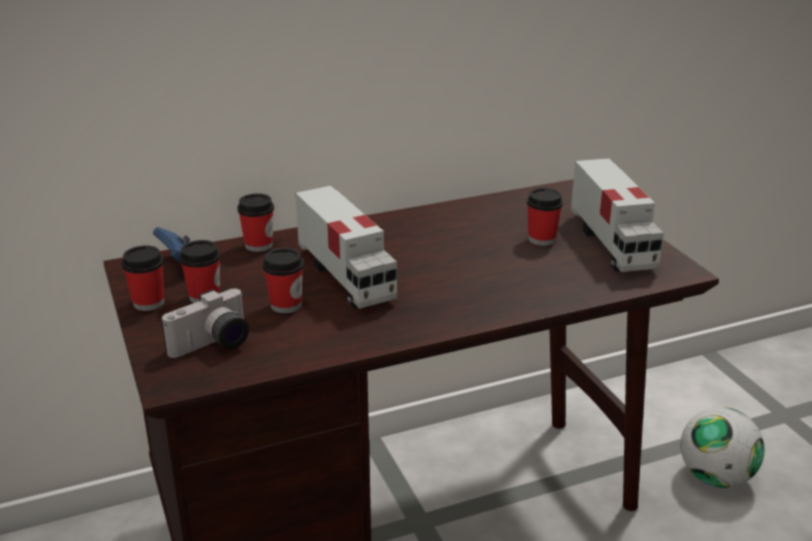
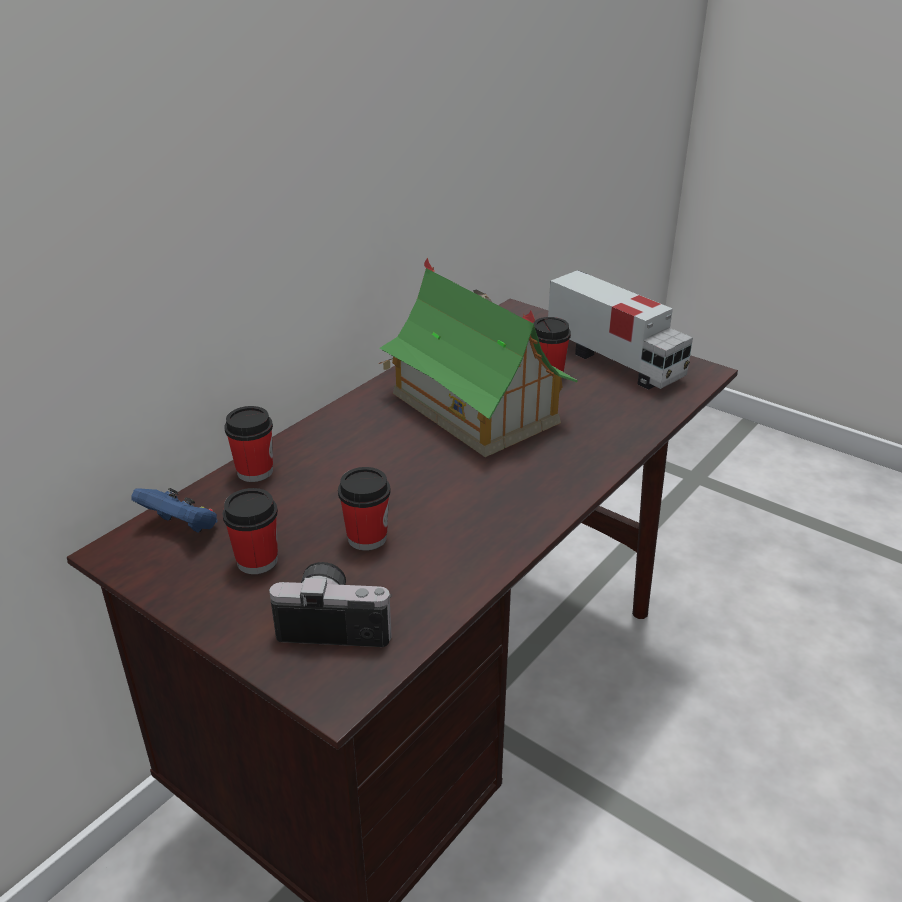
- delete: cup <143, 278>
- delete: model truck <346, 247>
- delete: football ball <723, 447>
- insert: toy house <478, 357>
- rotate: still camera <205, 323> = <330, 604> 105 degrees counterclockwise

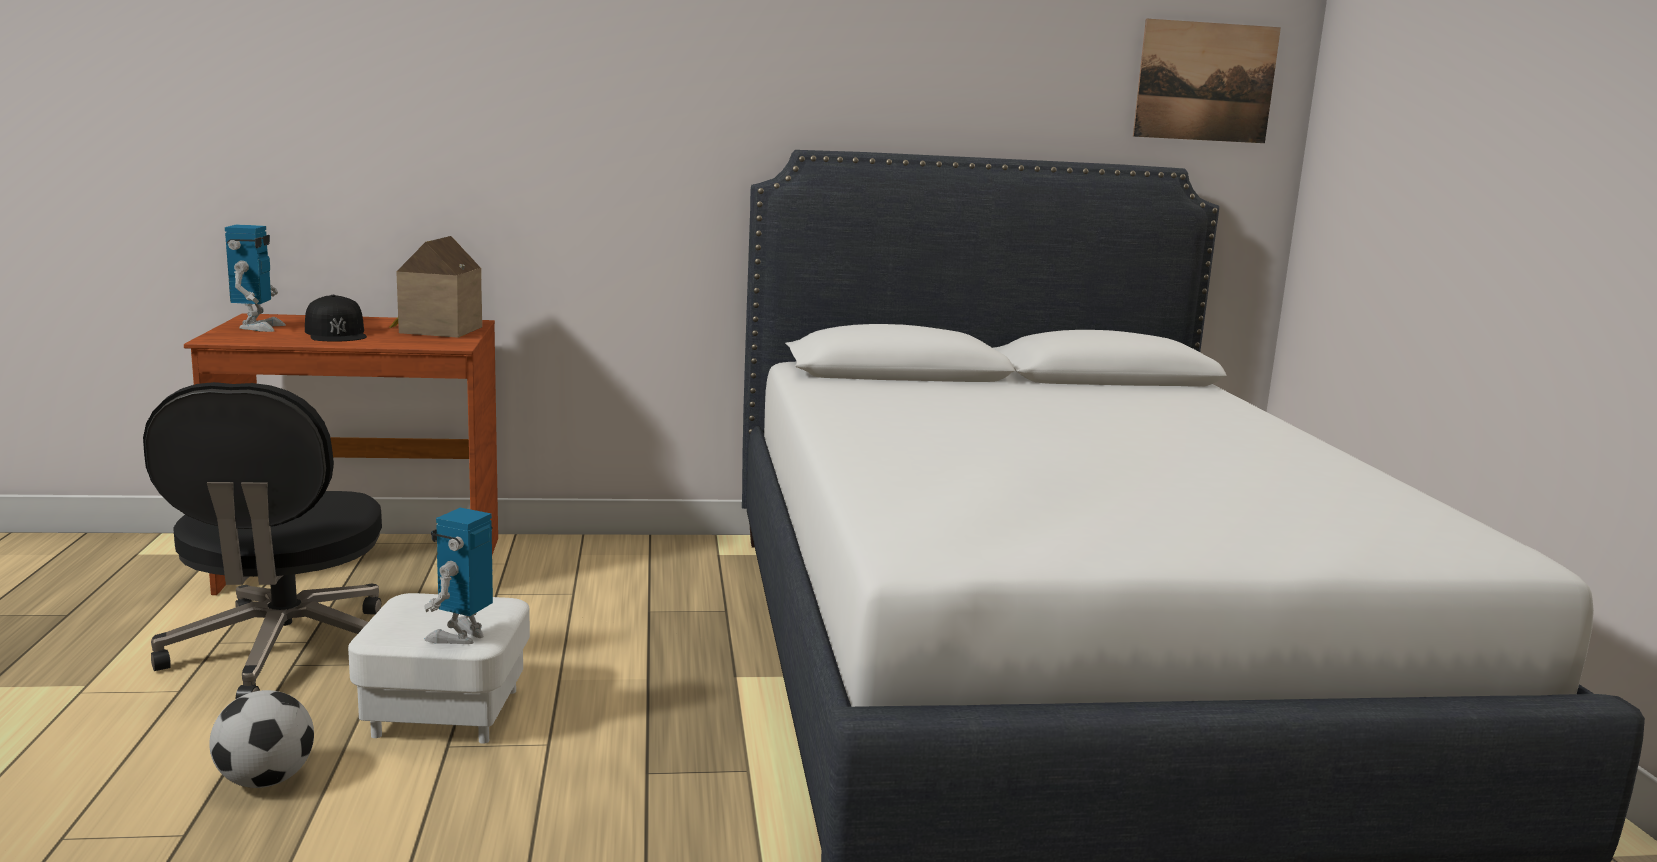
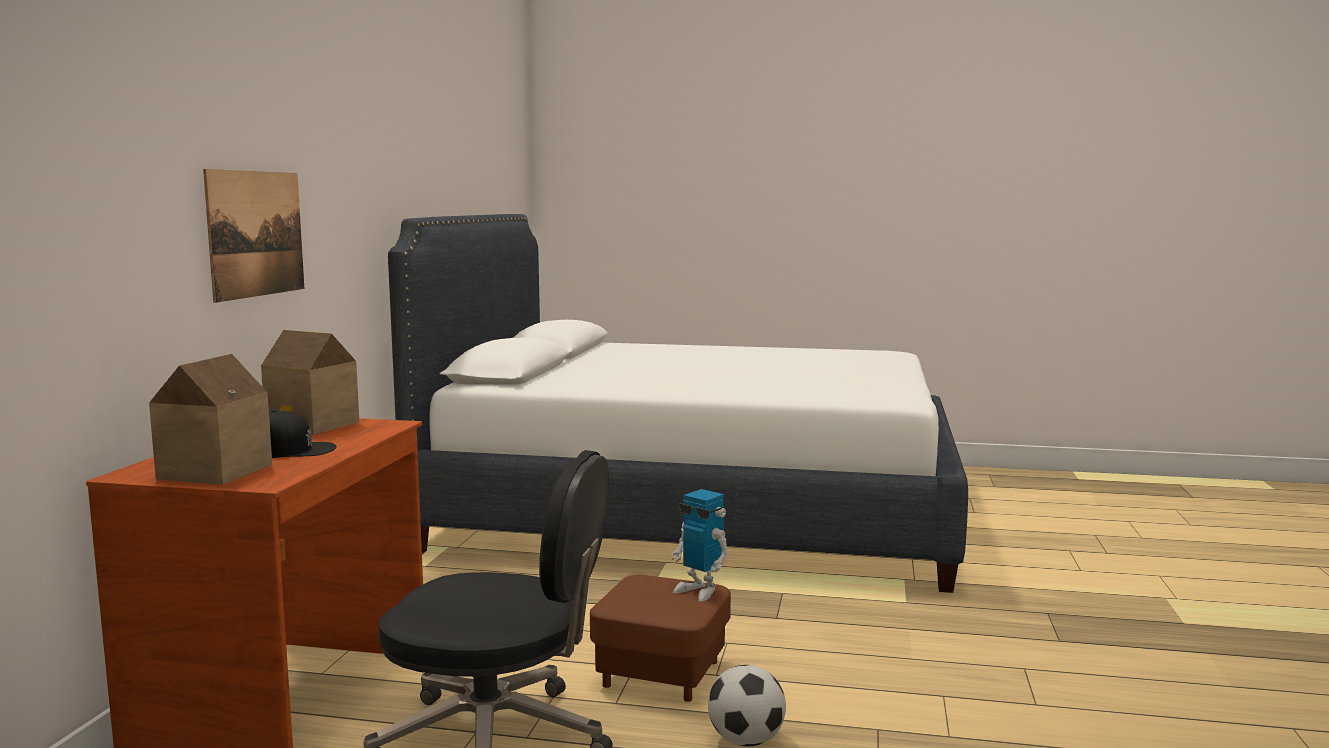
- move: wall picture <1207, 81> to <253, 236>
- replace: model robot <255, 278> to toy house <210, 419>
- recolor: white pouffe <439, 668> to brown-coloured pouffe <660, 638>

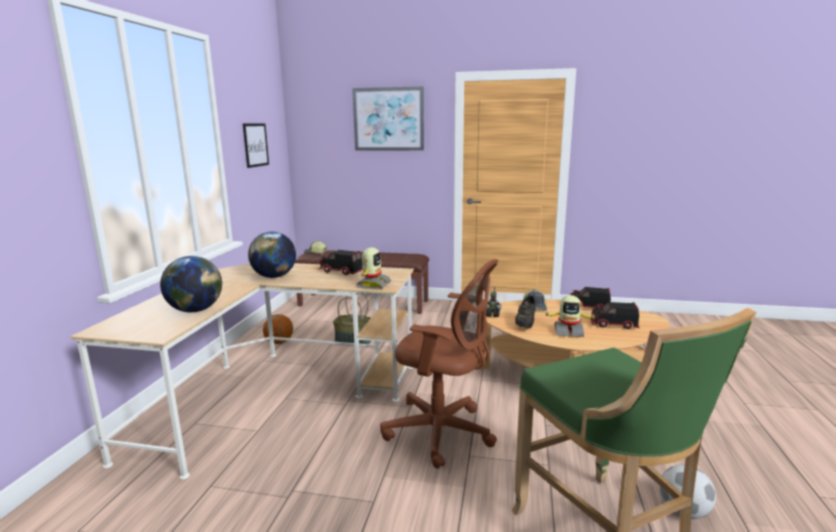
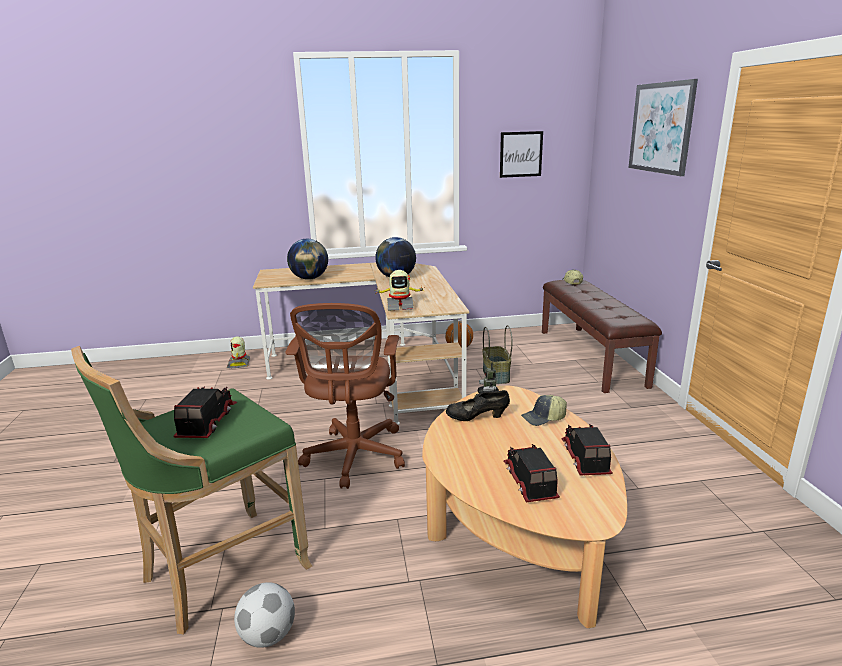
- move: model truck <340, 262> to <205, 412>
- move: model robot <569, 316> to <238, 352>

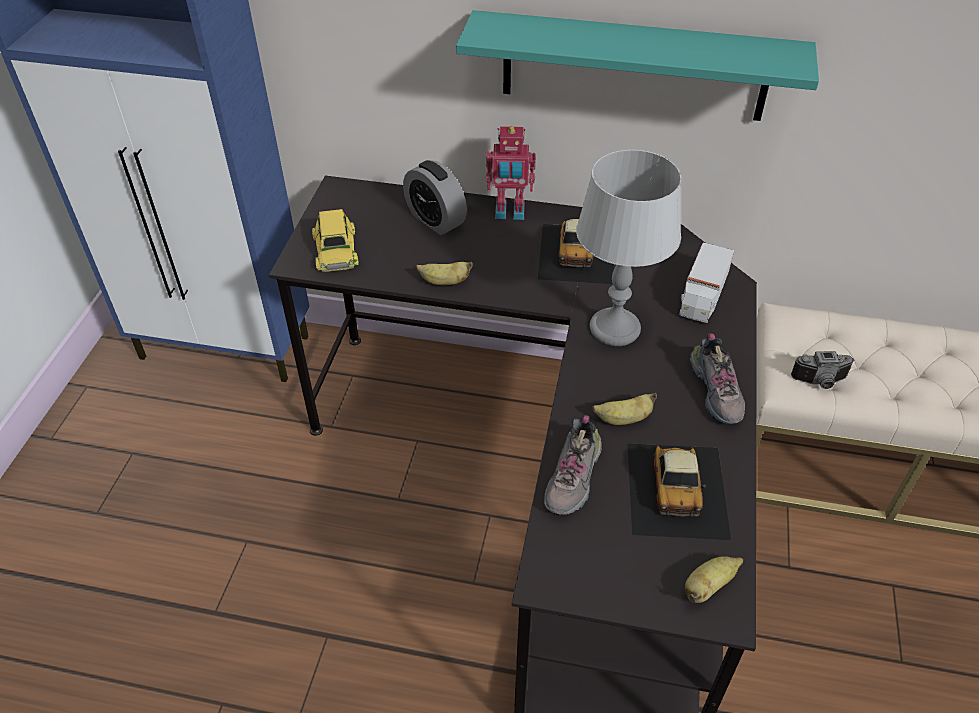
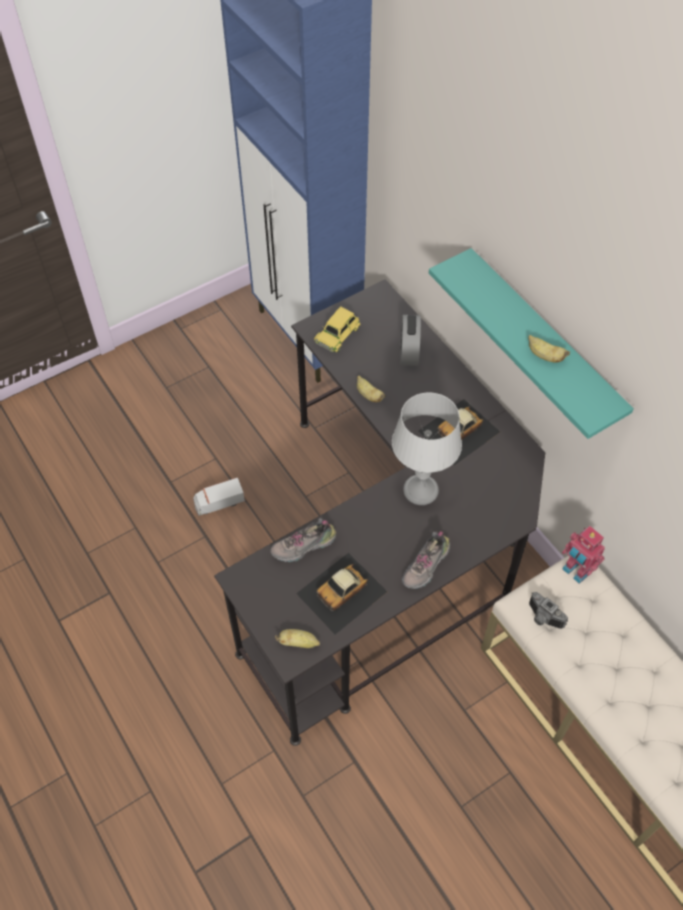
- move: model robot <511, 173> to <583, 555>
- move: whole banana <624, 409> to <549, 348>
- move: model truck <706, 282> to <219, 496>

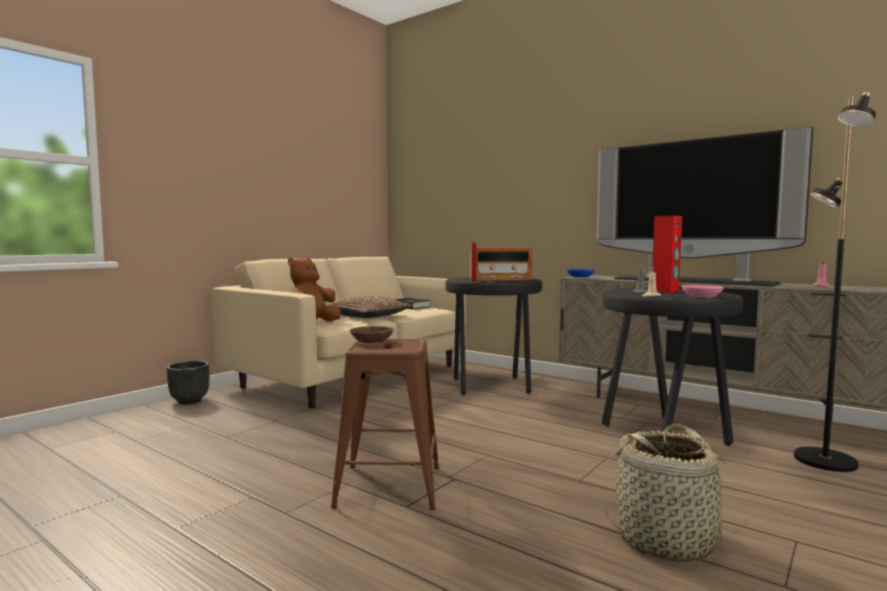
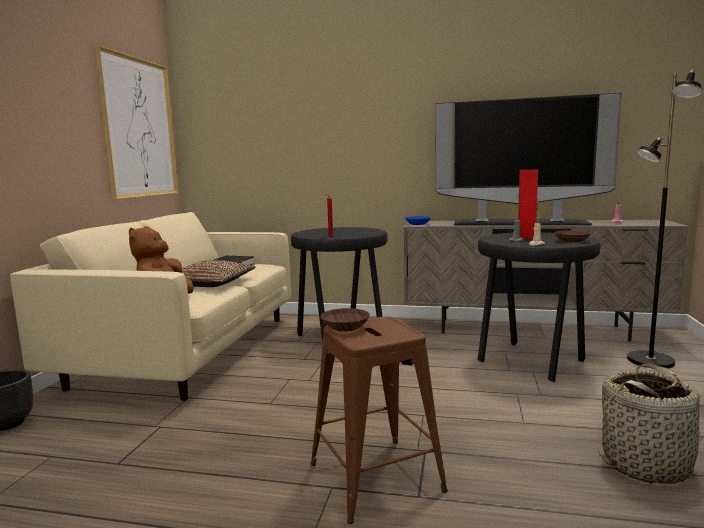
- delete: radio <501, 264>
- insert: wall picture <136, 122>
- recolor: pink deep dish <702, 291> to brown-coloured deep dish <572, 237>

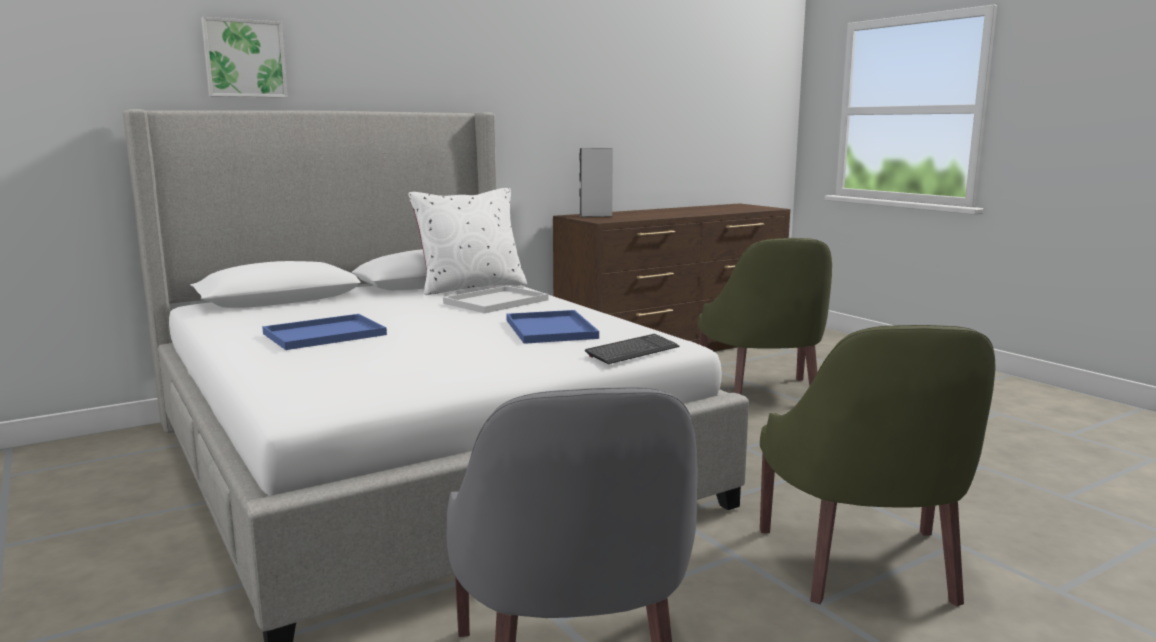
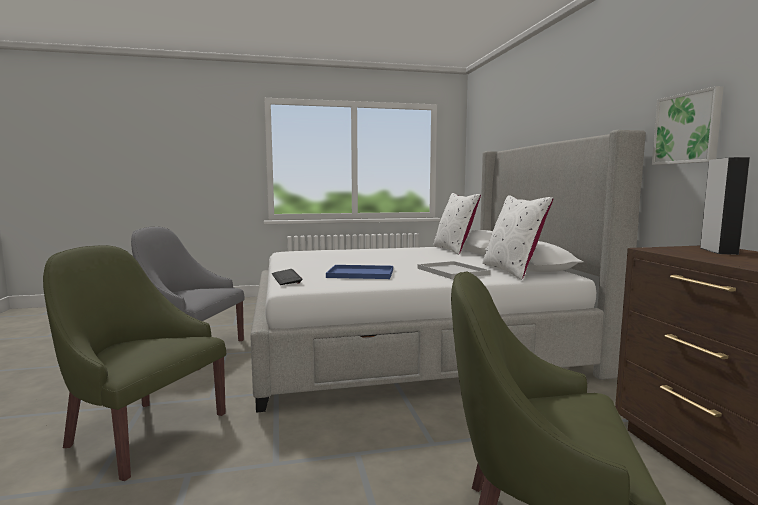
- delete: blue-coloured tray <324, 332>
- insert: white pillow <457, 224>
- move: wall picture <244, 57> to <687, 125>

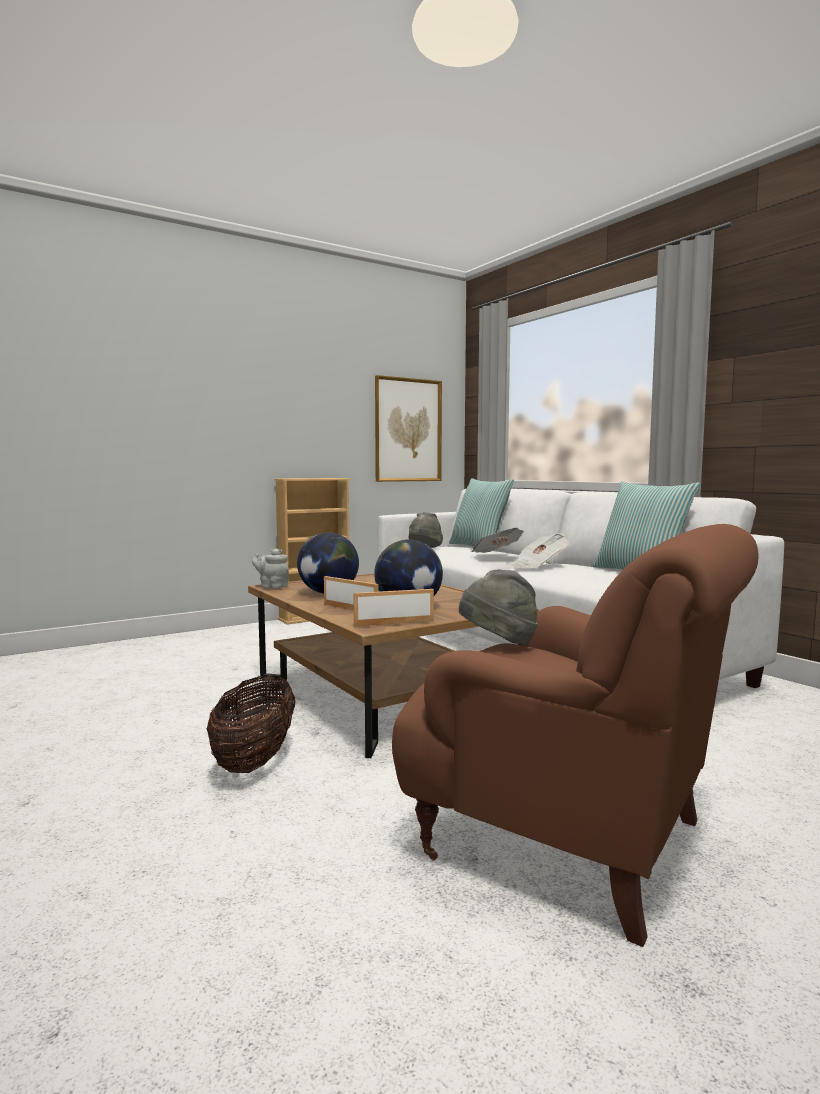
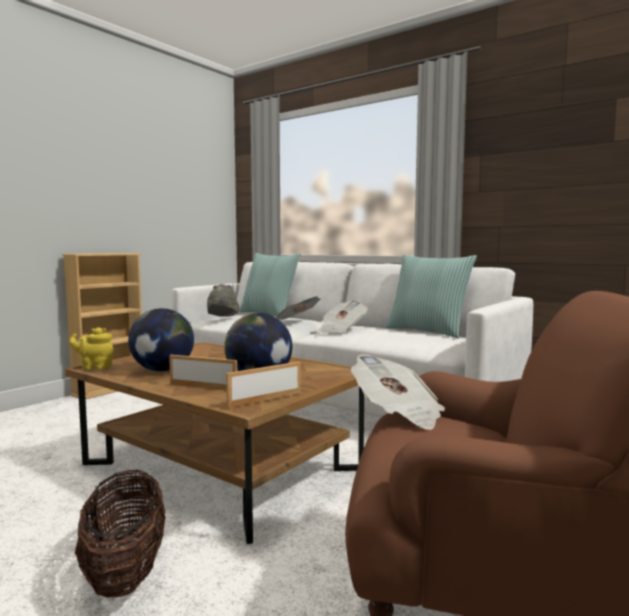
- delete: wall picture <408, 428>
- replace: greyish hat <498, 607> to newspaper <398, 392>
- recolor: greyish tea pot <270, 568> to yellow tea pot <91, 348>

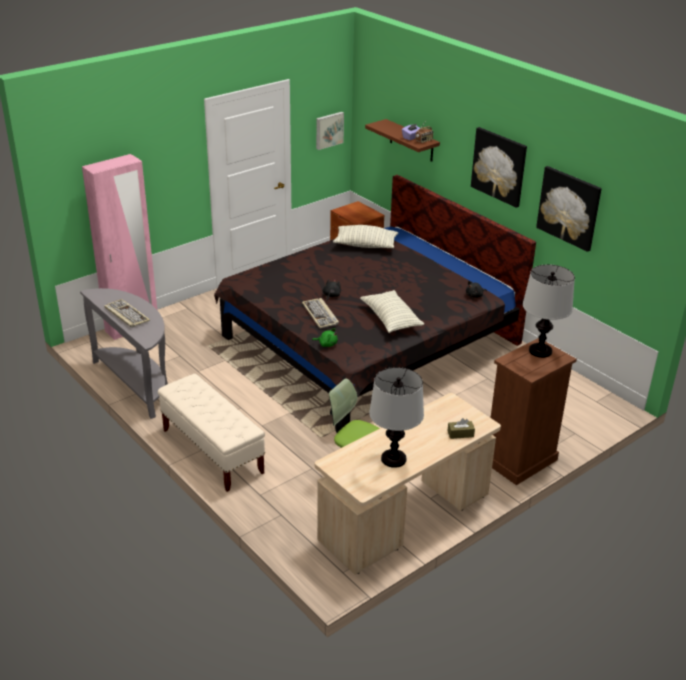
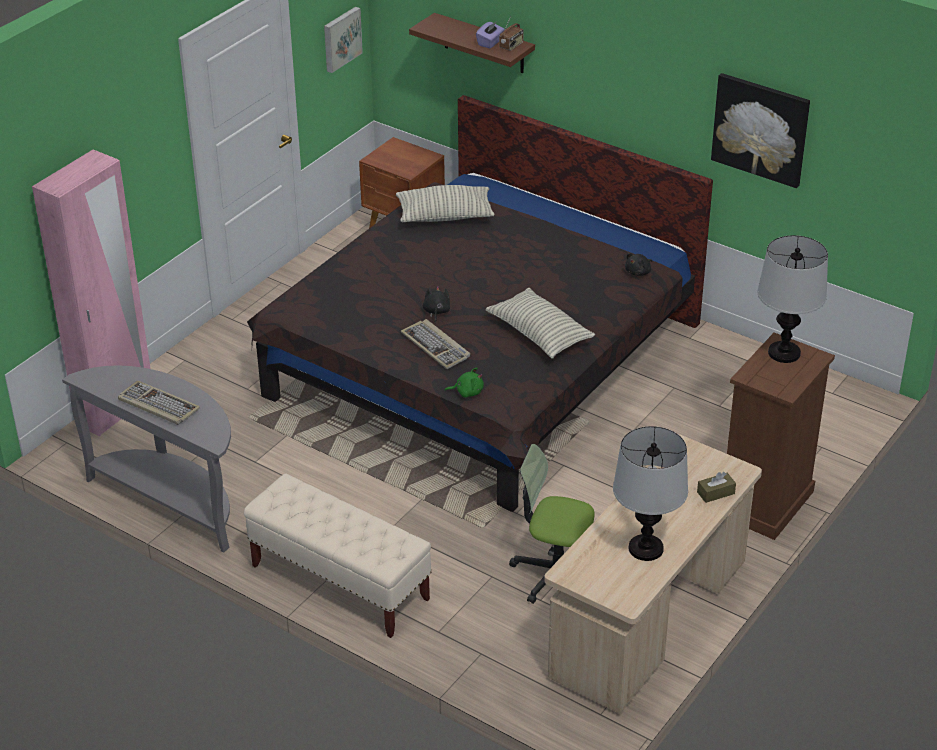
- delete: wall picture <499, 167>

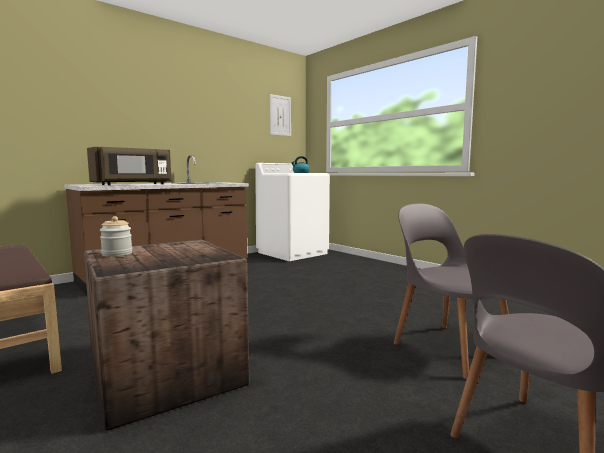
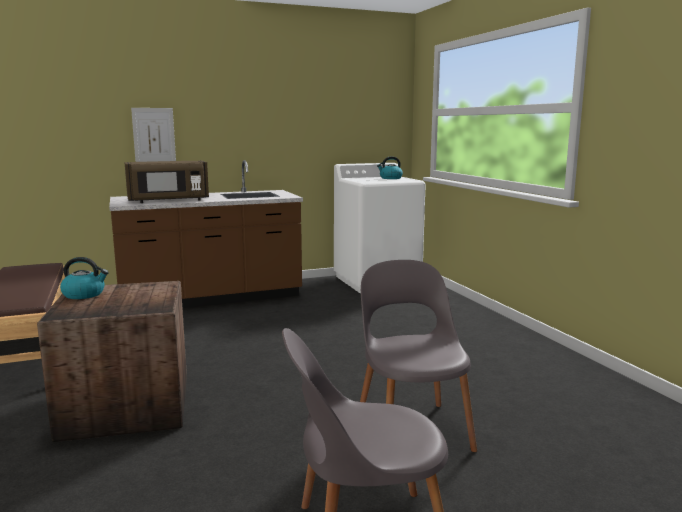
- move: wall picture <280, 115> to <153, 135>
- replace: jar <116, 236> to tea kettle <84, 278>

